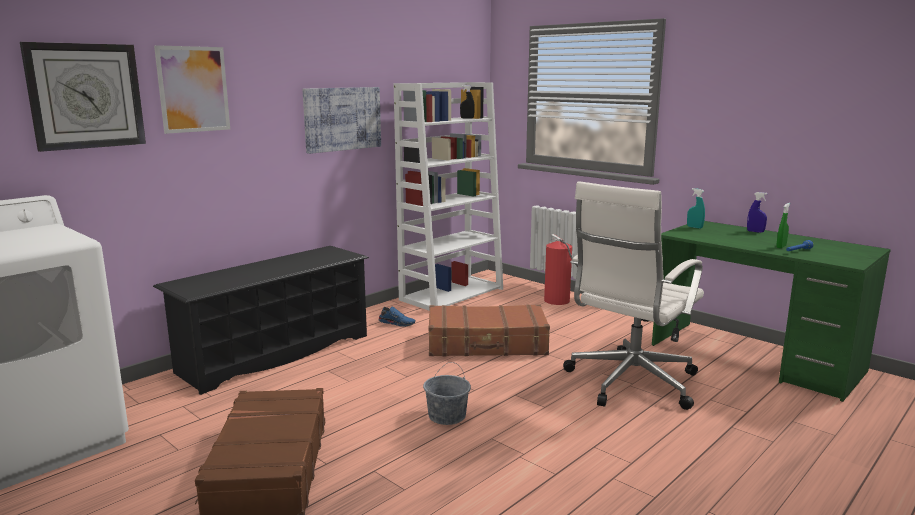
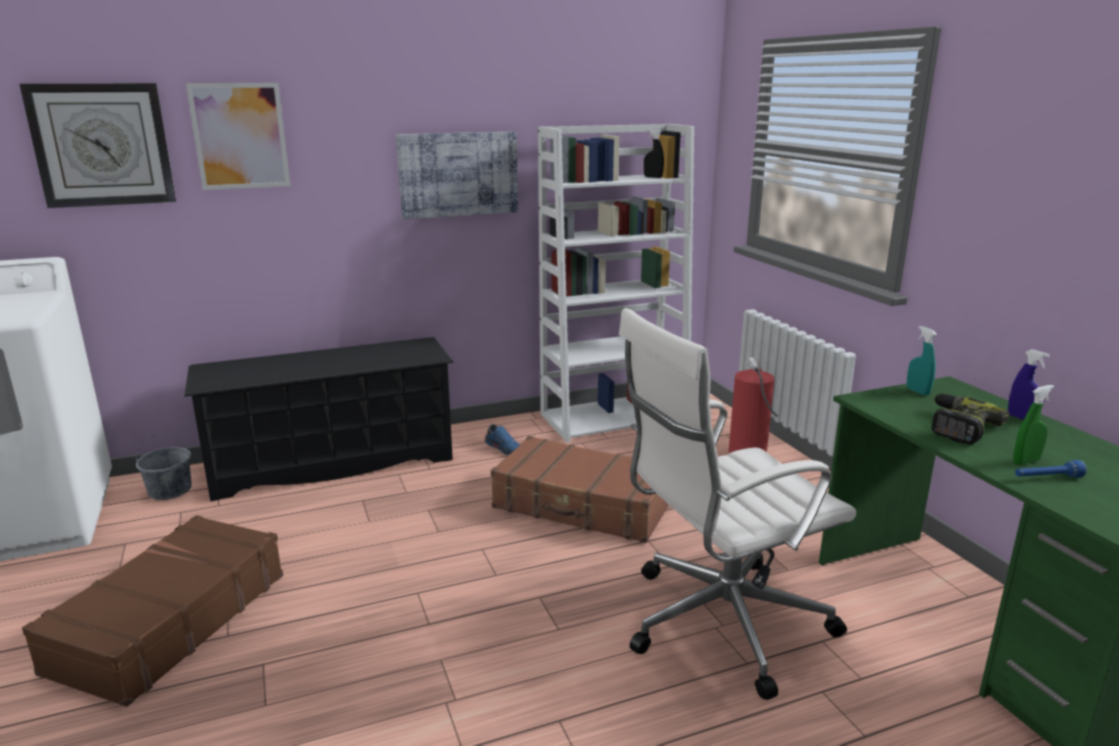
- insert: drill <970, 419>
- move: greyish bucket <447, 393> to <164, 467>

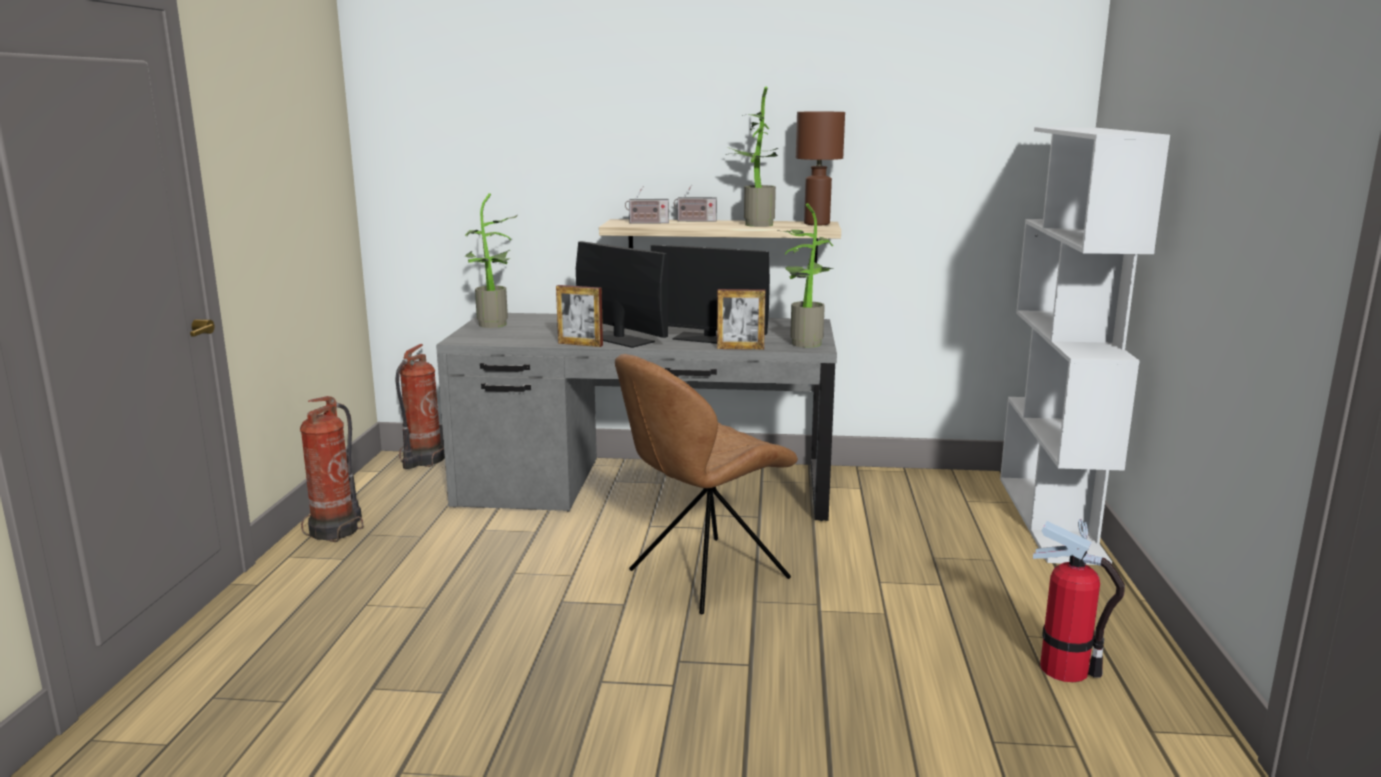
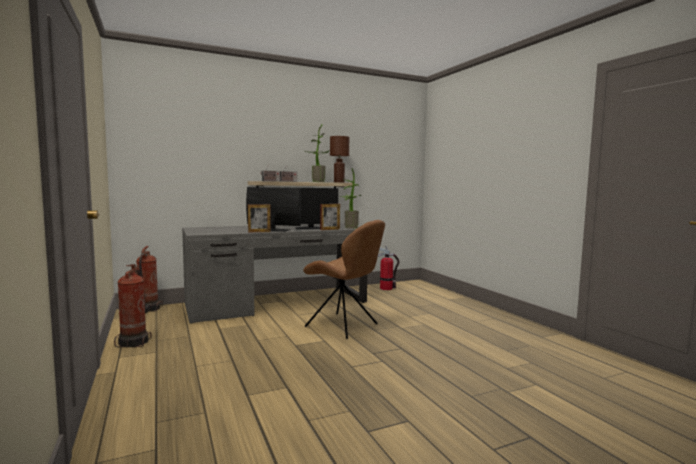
- delete: plant in a pot <491, 260>
- delete: white shelving unit <1085, 346>
- move: extinguisher <1079, 600> to <388, 267>
- rotate: brown-coloured plain chair <706, 484> = <344, 279> 75 degrees counterclockwise

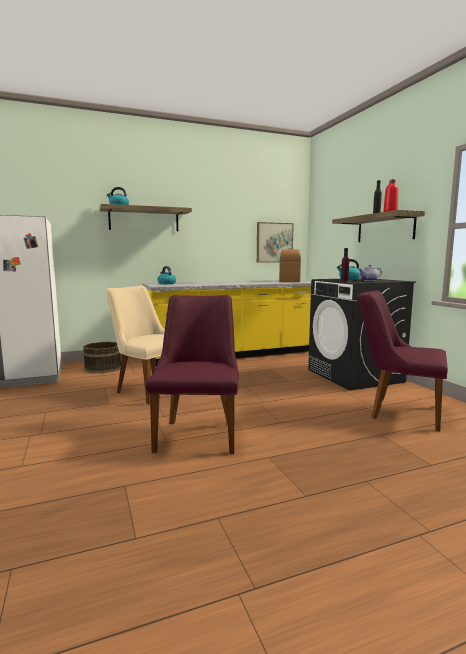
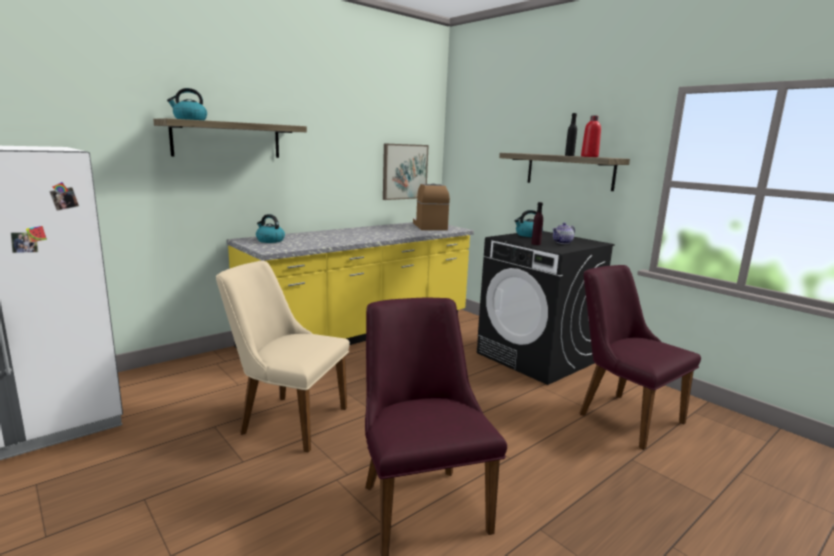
- delete: brown-coloured bucket <102, 357>
- rotate: purple-coloured plain chair <403, 360> = <640, 357> 45 degrees clockwise

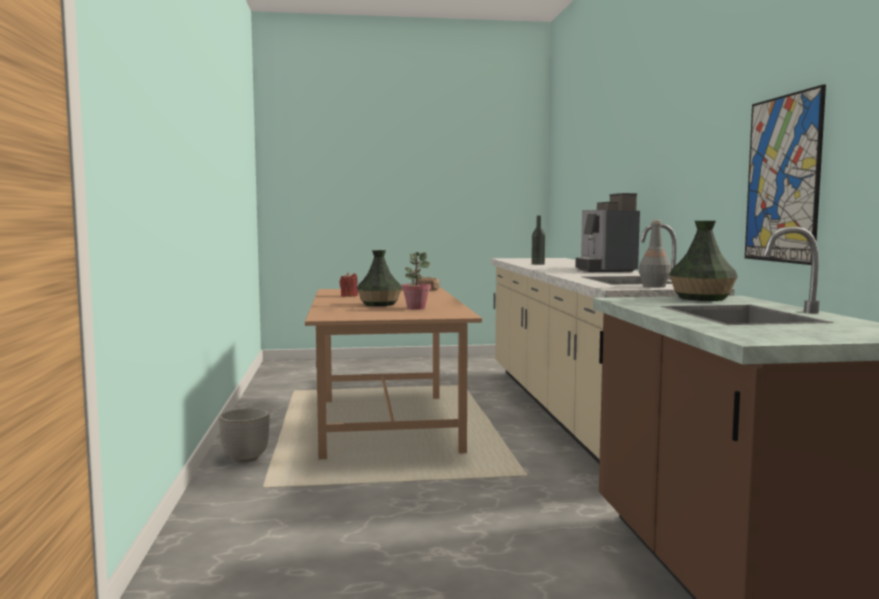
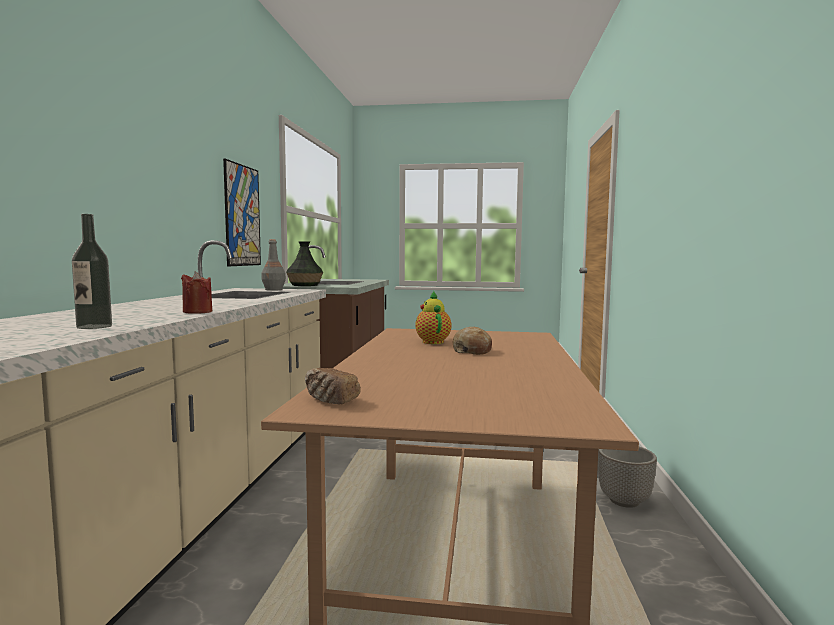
- delete: coffee brewer <607, 232>
- move: red wax light <349, 284> to <196, 293>
- replace: vase <379, 278> to baked bread <472, 341>
- replace: plant in a pot <416, 281> to tea pot <433, 317>

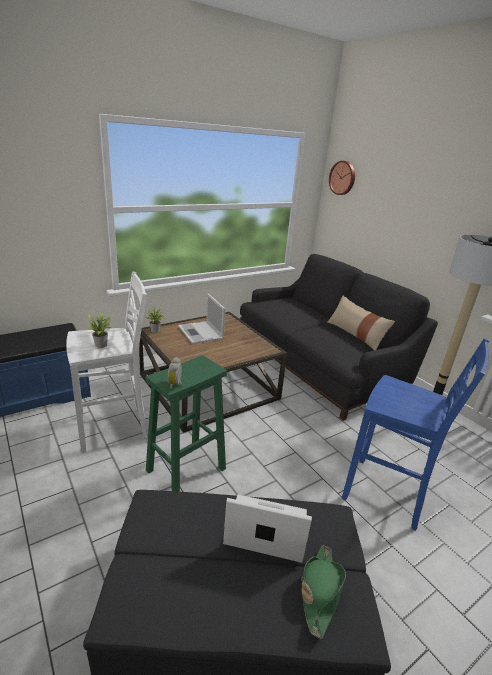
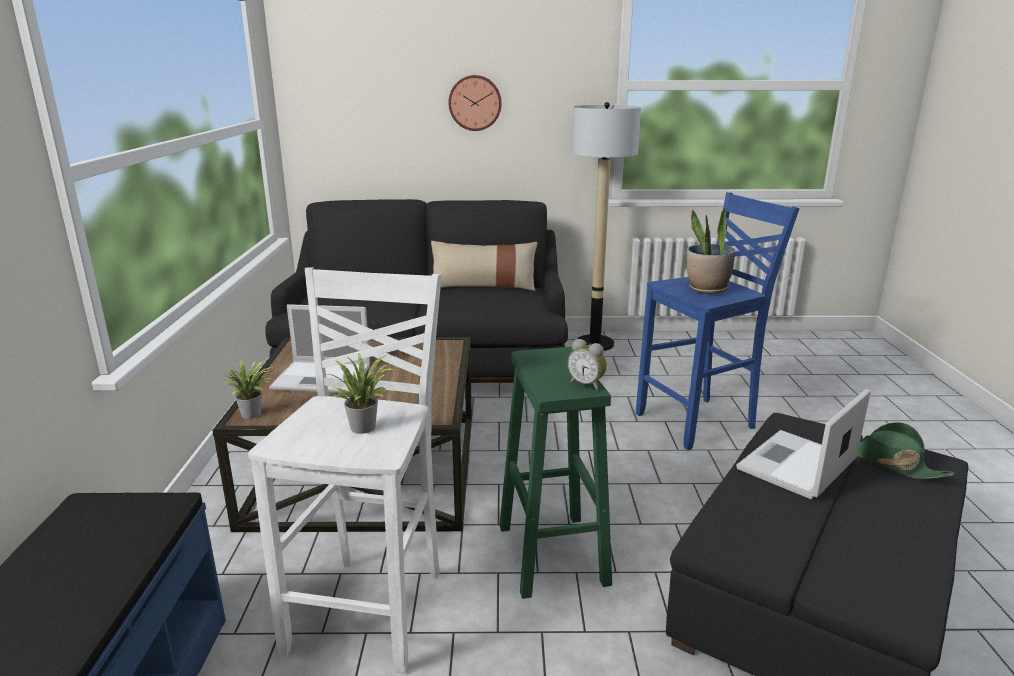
- insert: plant in a pot <711, 251>
- move: hanging clock <342, 178> to <475, 103>

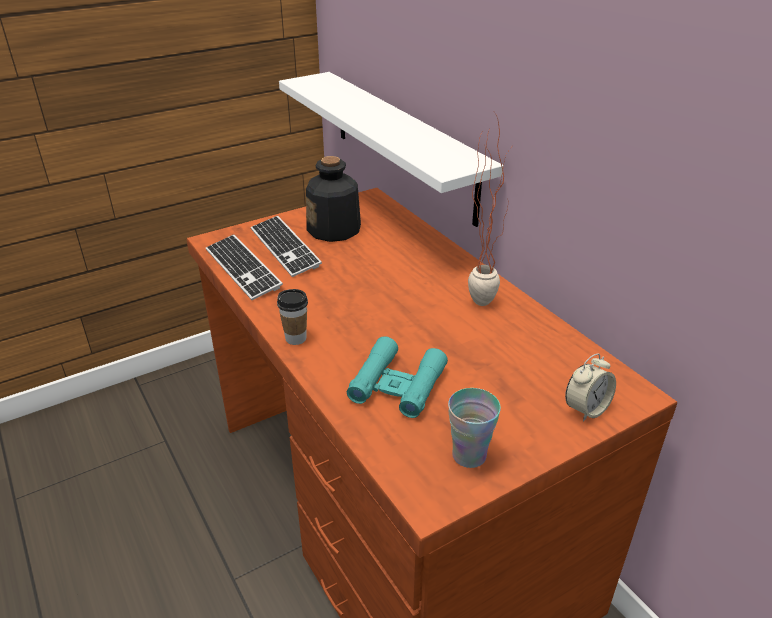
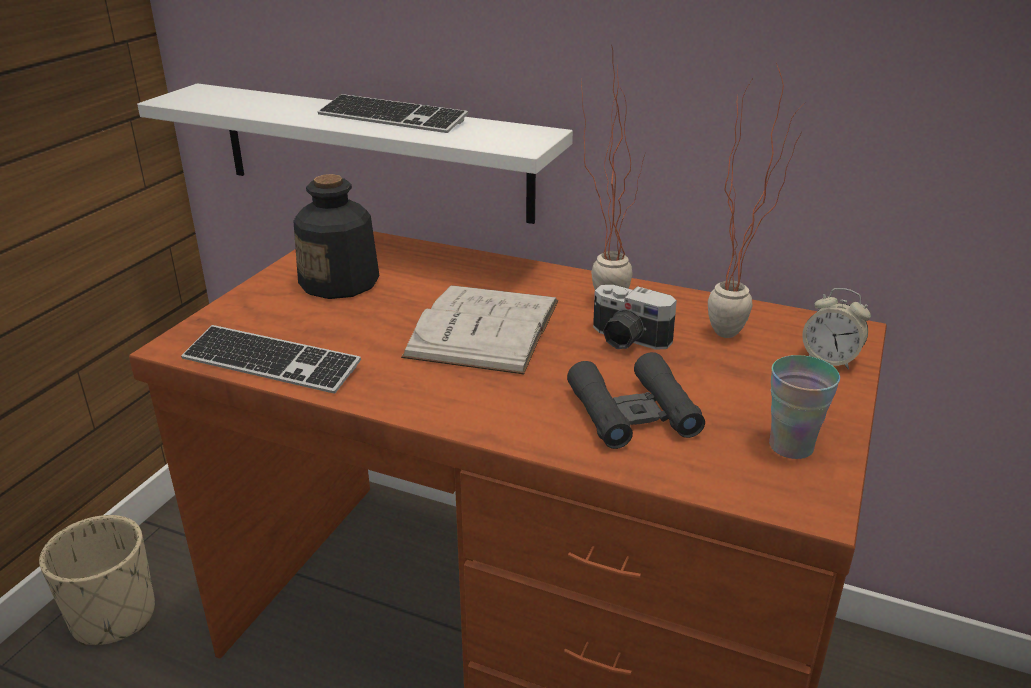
- delete: cup <292, 317>
- insert: sand-coloured planter <97, 580>
- insert: white bound book <479, 329>
- insert: still camera <635, 317>
- insert: plant in a pot <755, 200>
- move: keyboard <286, 246> to <393, 113>
- recolor: blue-green field glasses <397, 377> to black-coloured field glasses <636, 400>
- rotate: bedside clock <590, 387> = <836, 329> 105 degrees clockwise

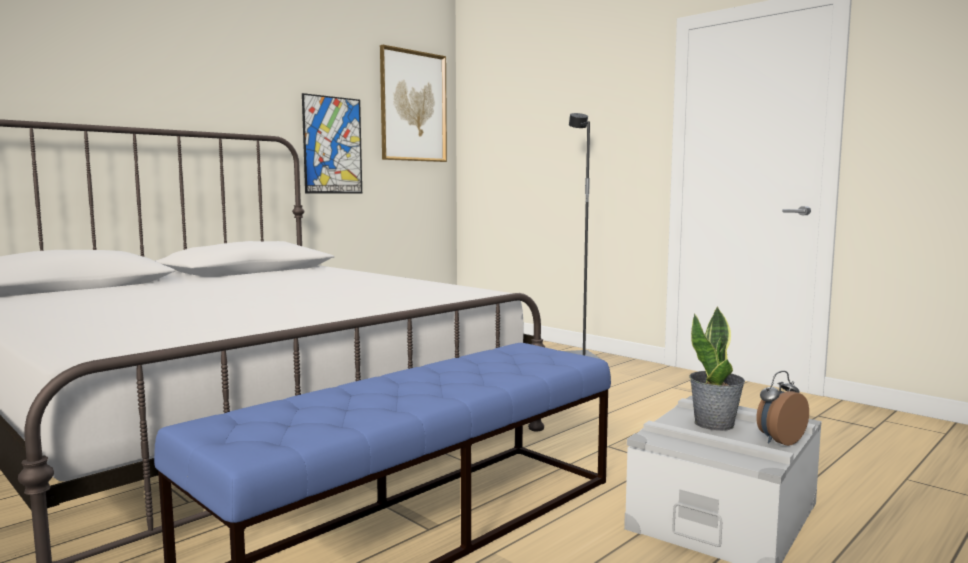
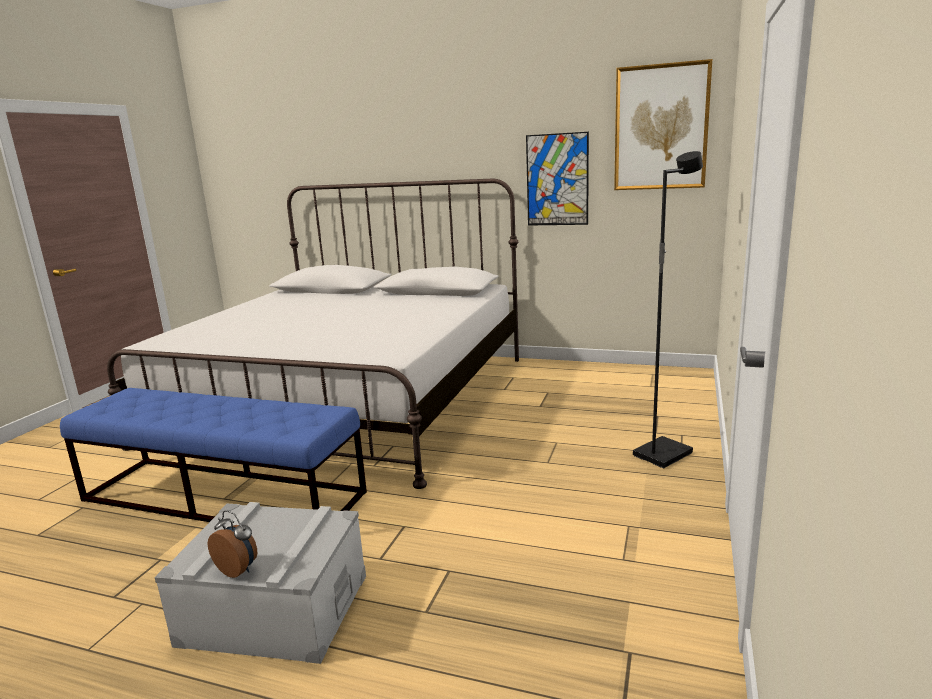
- delete: plant in a pot <717, 368>

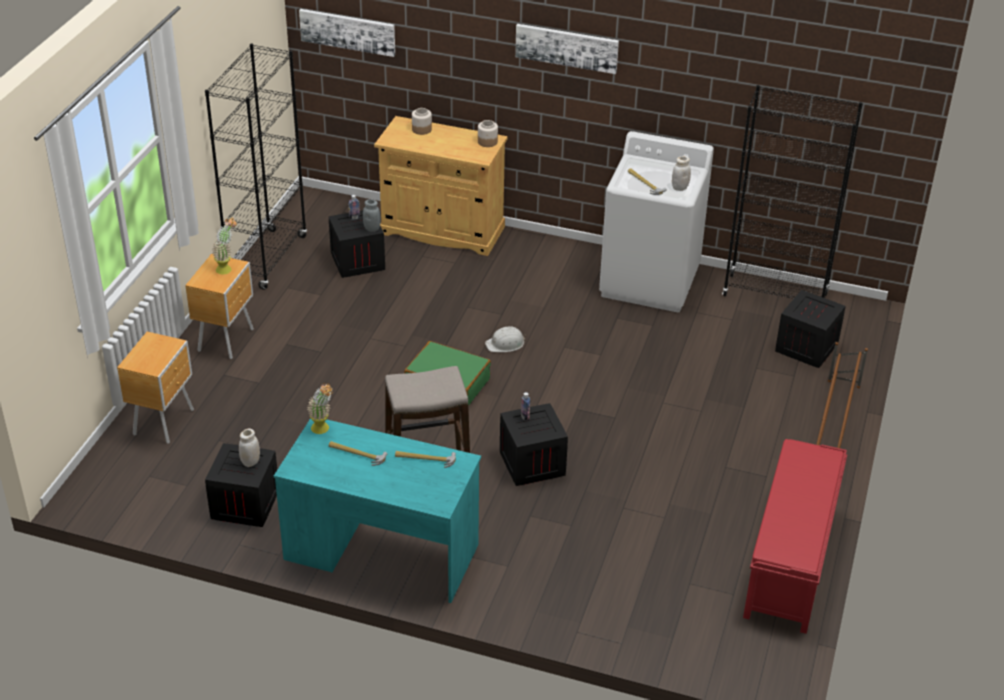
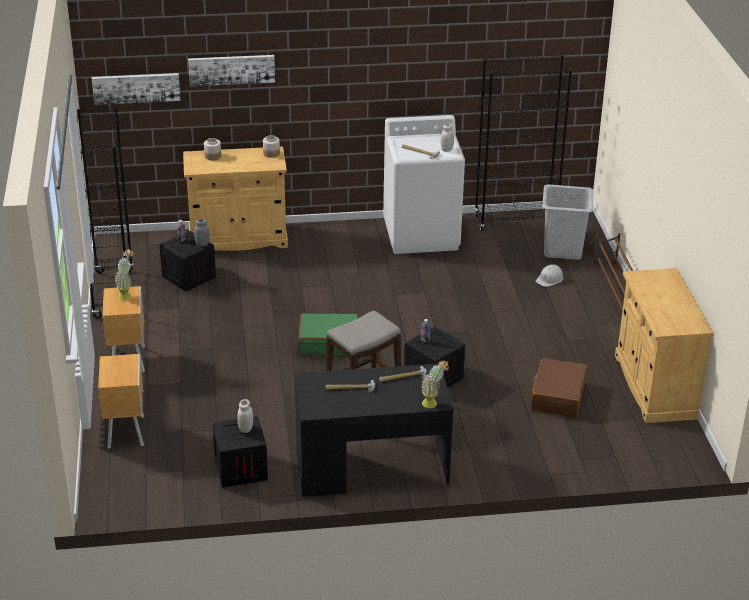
- insert: brown-coloured suitcase <559, 387>
- move: plant in a pot <320, 408> to <435, 384>
- move: white hard hat <505, 339> to <550, 275>
- move: wall picture <567, 49> to <231, 70>
- replace: red bench <795, 536> to sand-coloured cabinet <664, 345>
- replace: packing crate <810, 329> to greyish washing basket <567, 222>
- recolor: blue-green desk table <377, 510> to black-coloured desk table <374, 430>

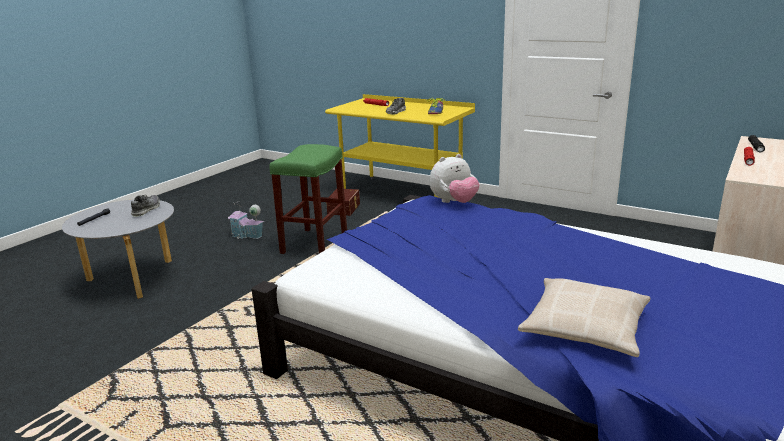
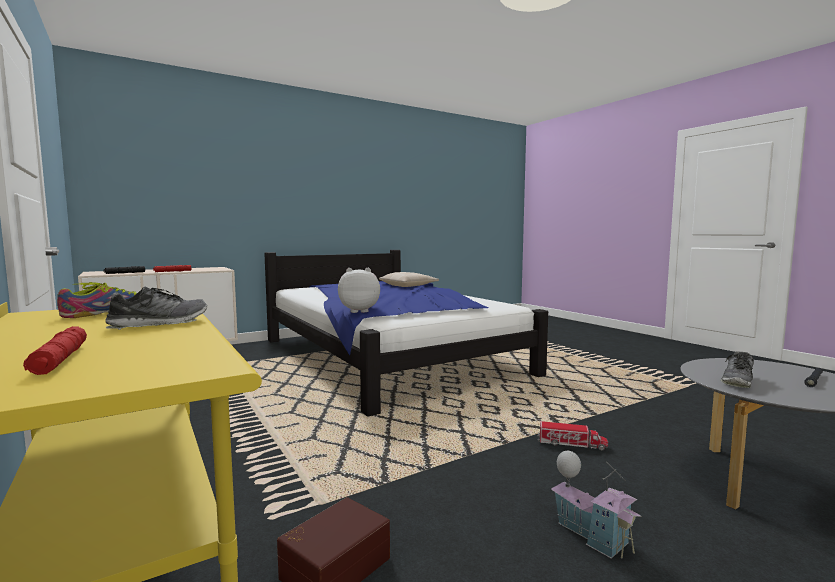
- delete: green-coloured sitting stool <308, 199>
- insert: model truck <572, 436>

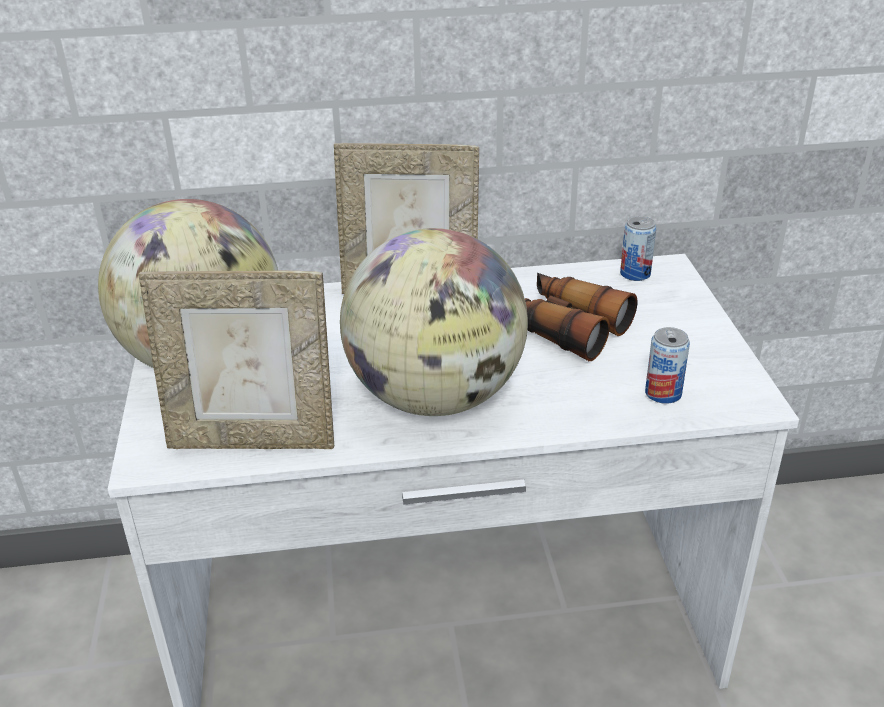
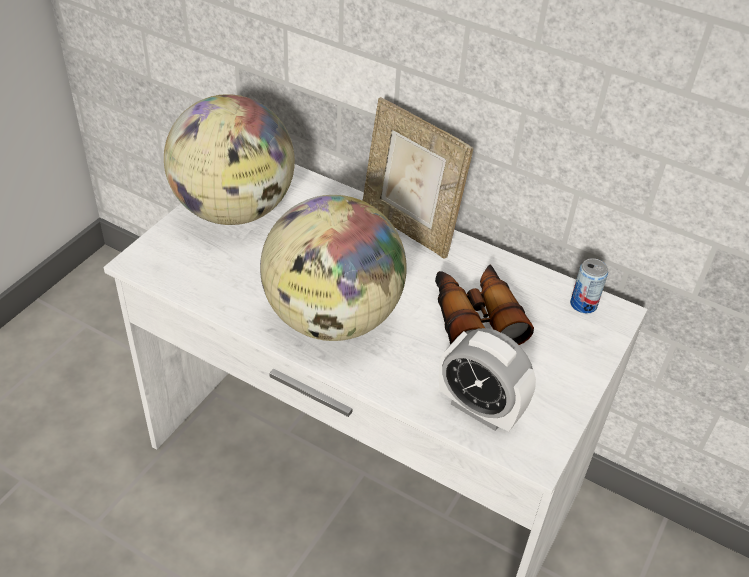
- delete: standing frame <236, 360>
- replace: metal can <667, 365> to bedside clock <487, 379>

